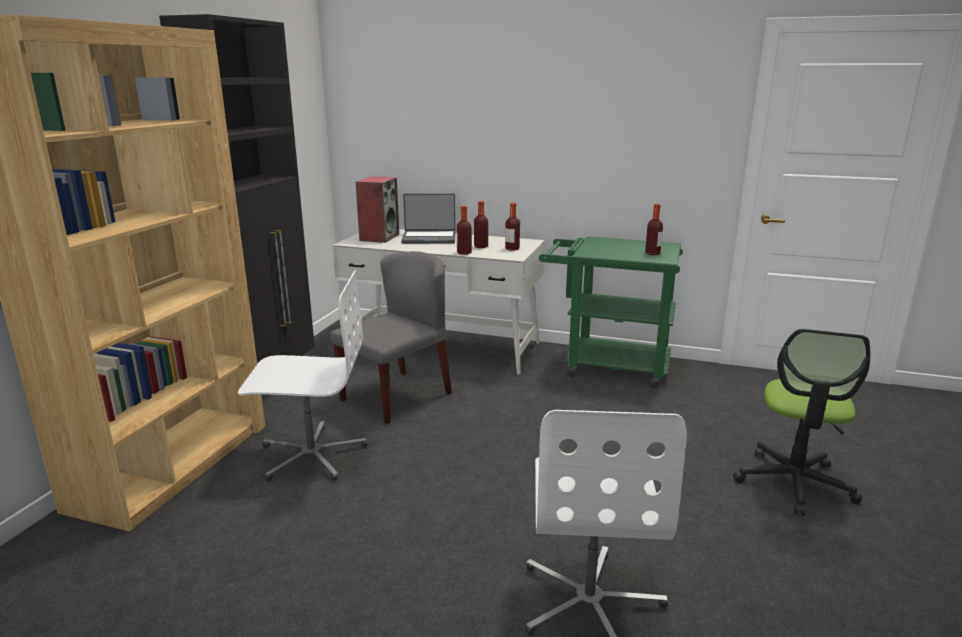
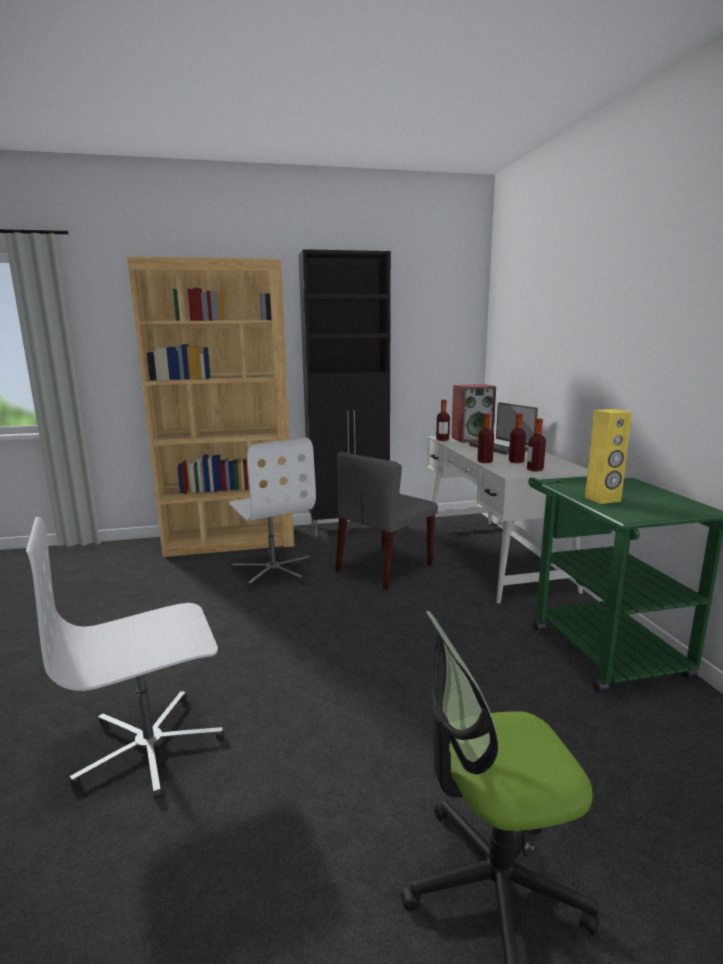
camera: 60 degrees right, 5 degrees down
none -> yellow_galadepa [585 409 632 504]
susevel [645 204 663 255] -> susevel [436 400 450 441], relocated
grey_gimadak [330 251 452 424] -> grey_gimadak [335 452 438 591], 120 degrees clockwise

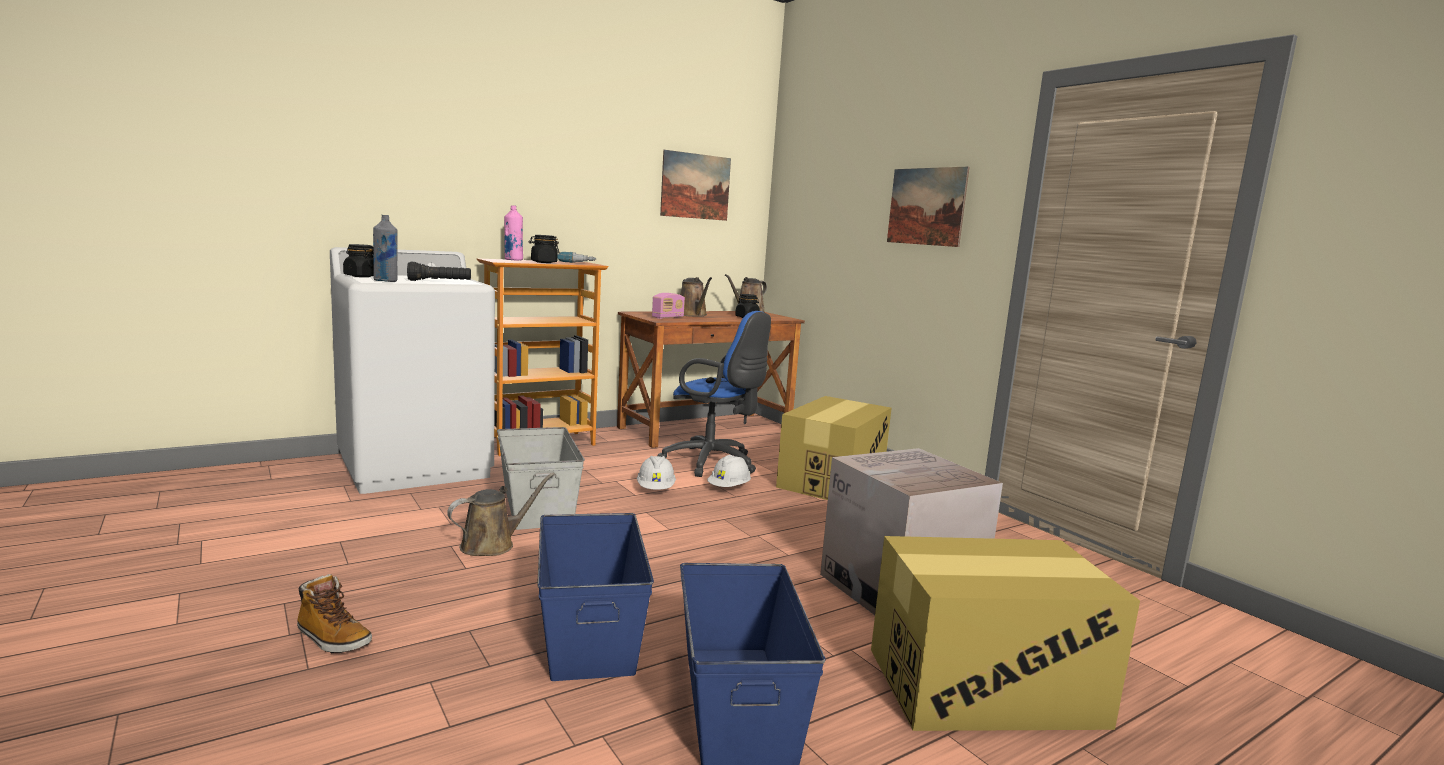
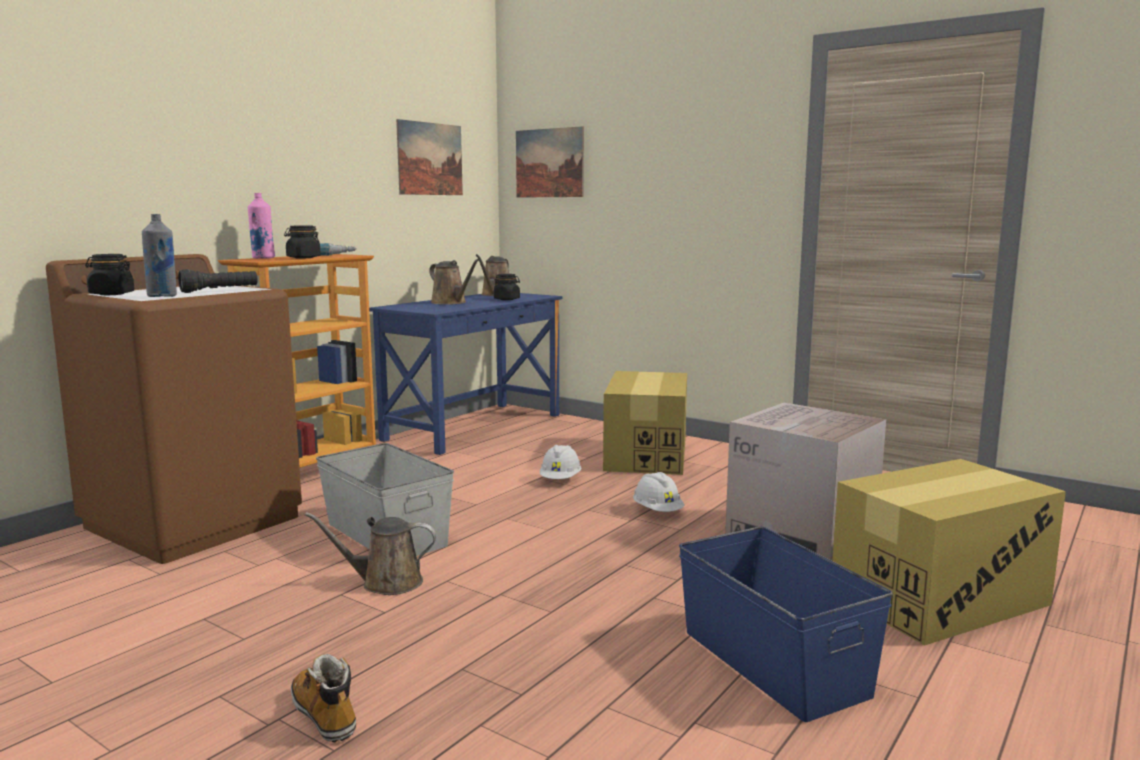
camera: 20 degrees left, 0 degrees up
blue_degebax [537 513 654 681] -> none
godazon [652 293 685 319] -> none
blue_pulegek [657 311 771 477] -> none
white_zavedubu [637 456 676 490] -> white_zavedubu [633 472 685 512], relocated
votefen [887 167 970 247] -> votefen [516 126 584 198], relocated
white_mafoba [330 247 495 494] -> brown_mafoba [46 254 302 564]
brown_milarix [617 311 805 448] -> blue_milarix [369 293 562 455]
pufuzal [297 574 372 654] -> pufuzal [291 653 356 743], 135 degrees counterclockwise
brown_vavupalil [447 472 555 556] -> brown_vavupalil [305 512 436 595], 120 degrees counterclockwise

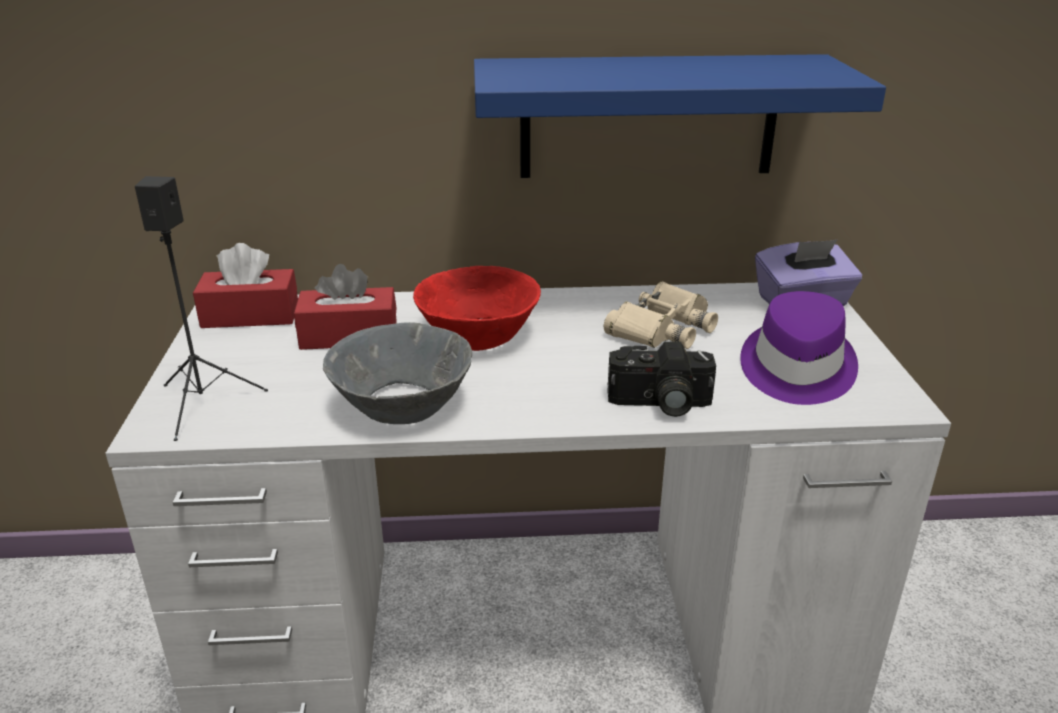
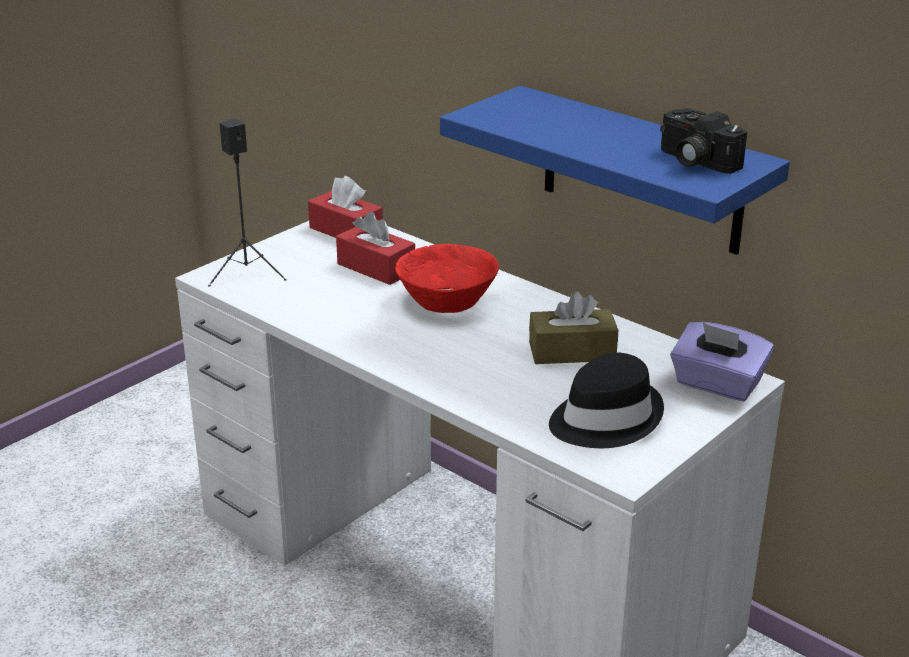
camera: 45 degrees right, 0 degrees up
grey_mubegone [323 322 472 424] -> none
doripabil [607 341 716 417] -> doripabil [660 108 747 174], relocated
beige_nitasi [604 281 718 349] -> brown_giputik [529 291 618 364]
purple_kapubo [740 291 858 405] -> black_kapubo [549 352 664 448]

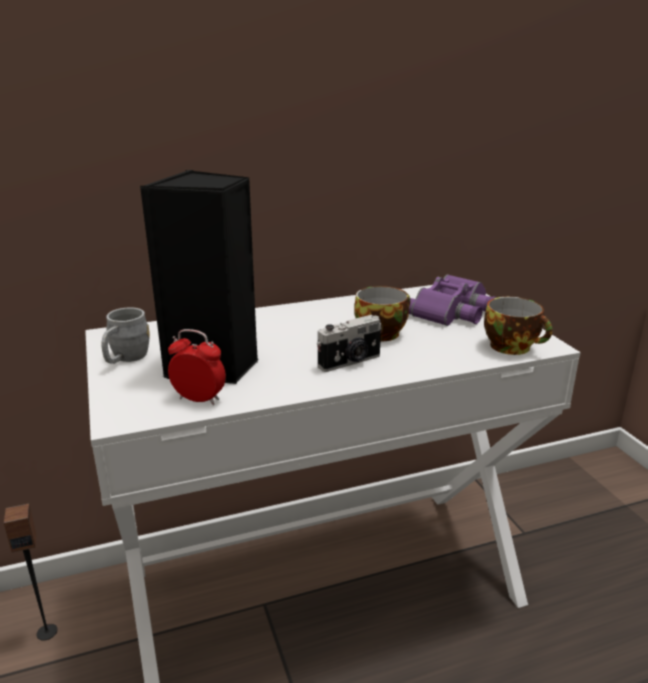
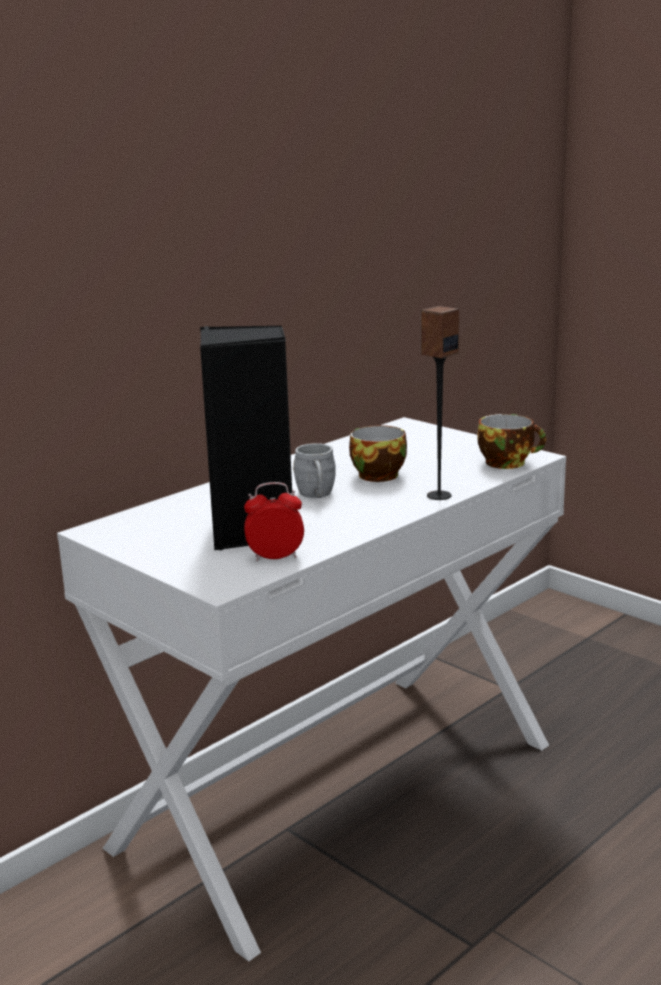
camera: 25 degrees left, 5 degrees down
doripabil [317 315 382 372] -> none
purple_nitasi [409 274 496 326] -> none
galadepa [4 504 58 641] -> galadepa [421 306 459 500], relocated
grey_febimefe [102 307 150 364] -> grey_febimefe [293 443 336 498], relocated

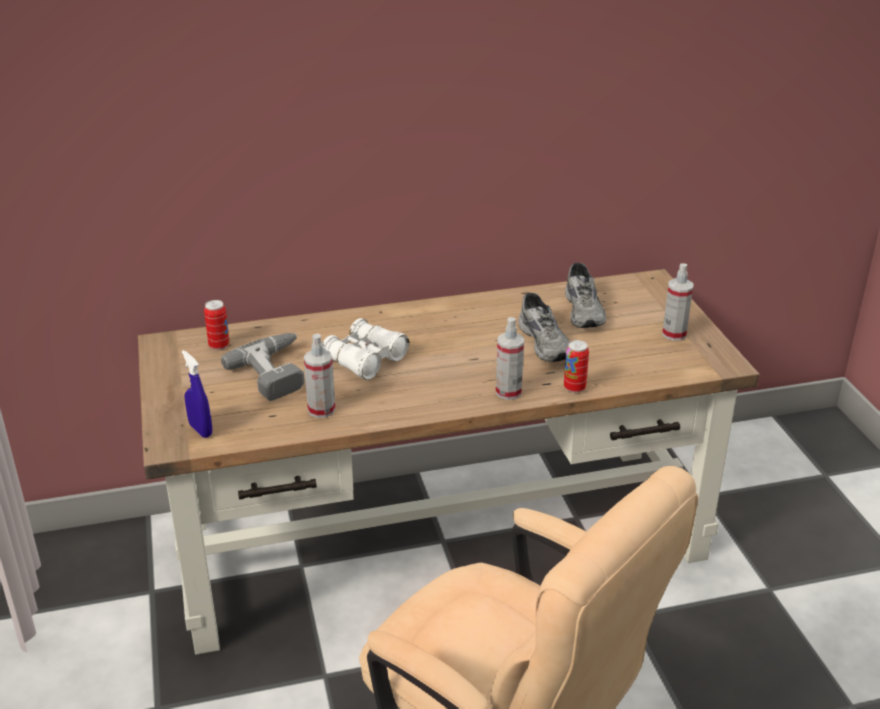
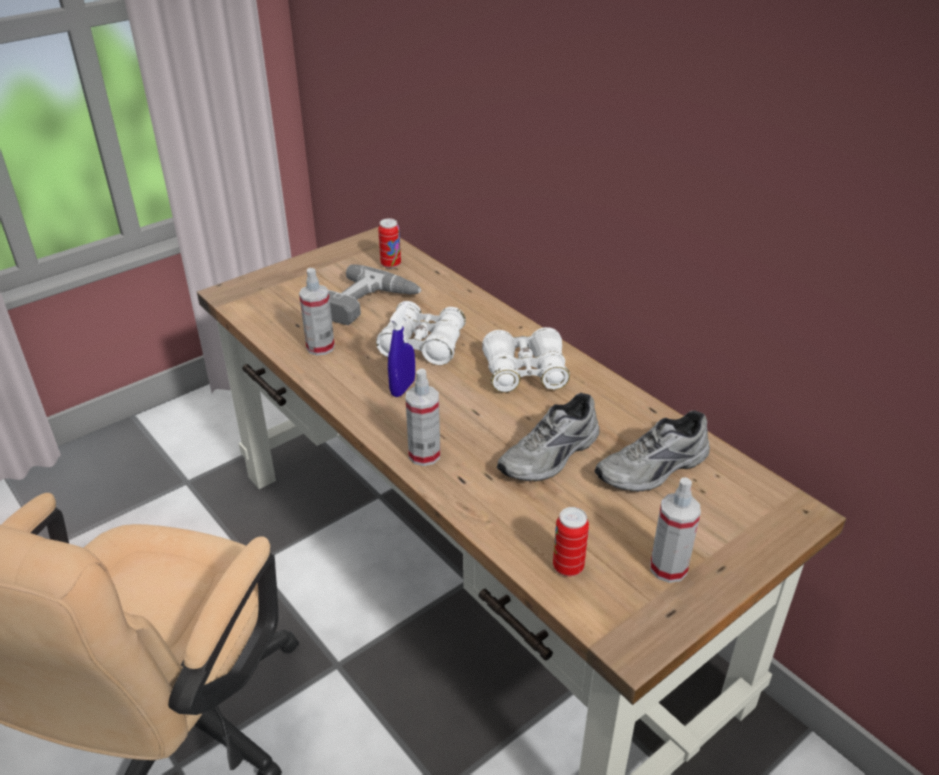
camera: 65 degrees right, 5 degrees up
none -> white_nitasi [482 327 570 393]
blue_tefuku [182 350 212 438] -> blue_tefuku [388 302 415 397], relocated
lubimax [564 340 589 393] -> lubimax [553 507 589 576], relocated

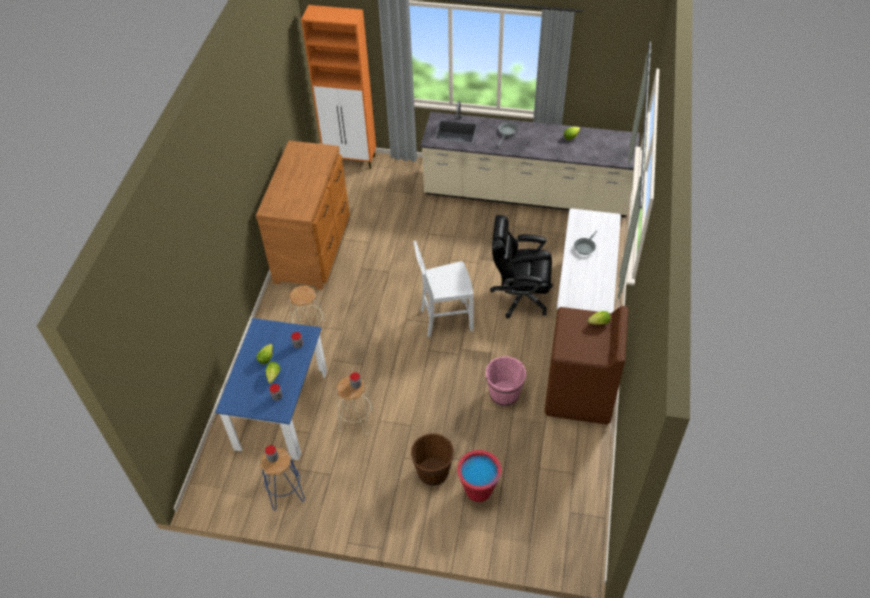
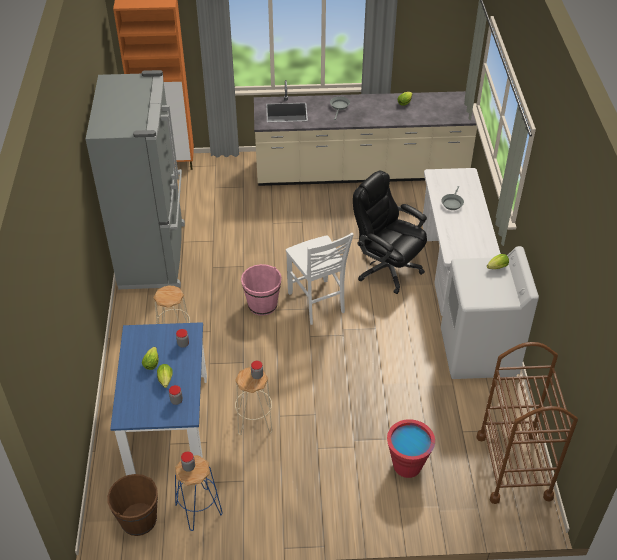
camera: 15 degrees left, 5 degrees down
none -> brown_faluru [476 342 578 504]
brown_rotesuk [411 433 454 486] -> brown_rotesuk [107 474 158 536], relocated
pink_rotesuk [486 357 526 406] -> pink_rotesuk [241 264 282 316], relocated
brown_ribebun [256 141 350 290] -> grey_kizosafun [86 70 185 289]
brown_mafoba [544 306 628 425] -> white_mafoba [441 246 539 379]
white_gimadak [413 241 474 337] -> white_gimadak [286 233 354 325], 90 degrees counterclockwise
black_pulegek [490 215 553 318] -> black_pulegek [353 170 427 294], 45 degrees clockwise

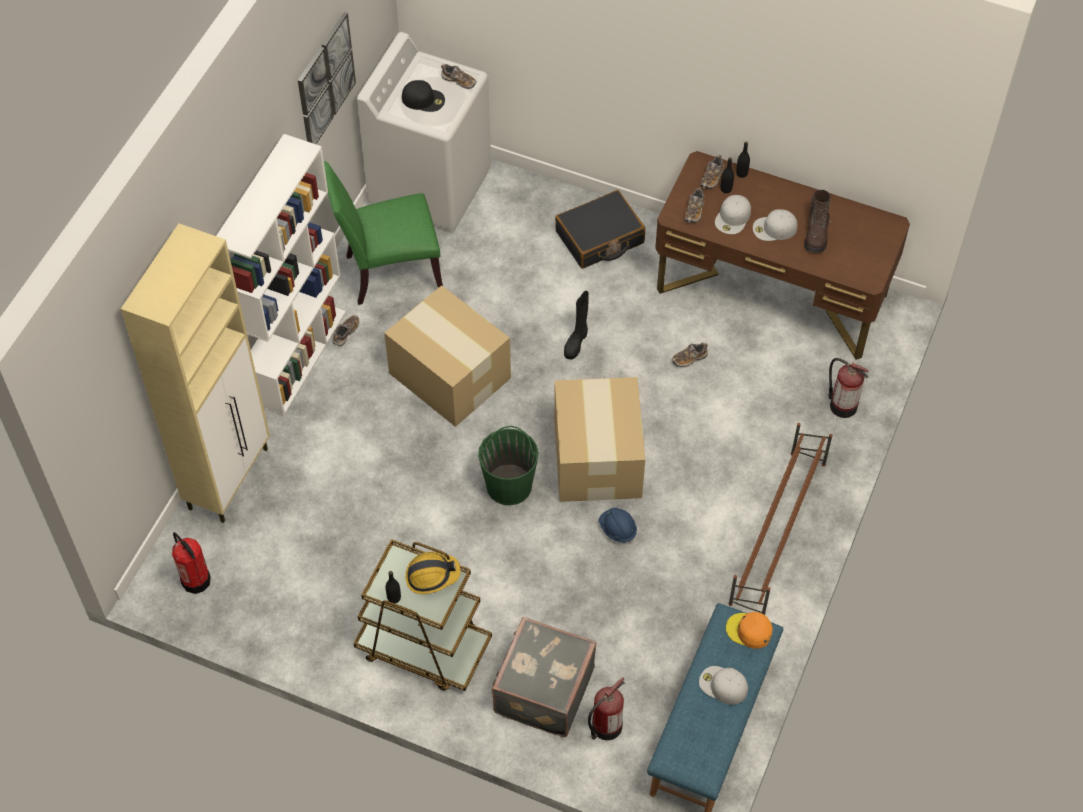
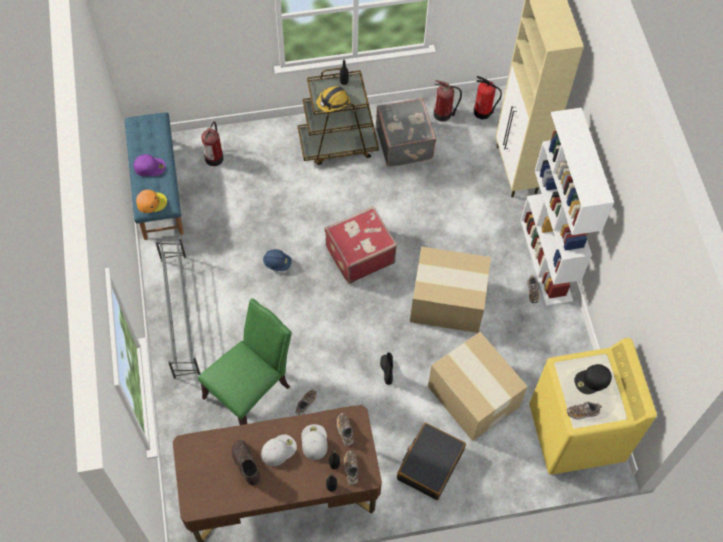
camera: 145 degrees right, 5 degrees up
votefen [298 12 356 144] -> none
green_gimadak [324 161 443 305] -> green_gimadak [198 298 292 425], relocated
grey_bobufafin [492 617 596 737] -> grey_bobufafin [376 98 436 167], relocated
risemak [554 377 645 502] -> risemak [428 332 528 441], relocated
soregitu [828 358 869 418] -> soregitu [434 80 462 121], relocated
green_rotesuk [478 426 539 505] -> red_bobufafin [325 206 397 284]
white_mafoba [357 32 491 233] -> yellow_mafoba [529 338 657 475]
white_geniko [699 666 748 705] -> purple_geniko [134 154 166 176]
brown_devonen [729 423 833 615] -> grey_devonen [155 237 201 379]

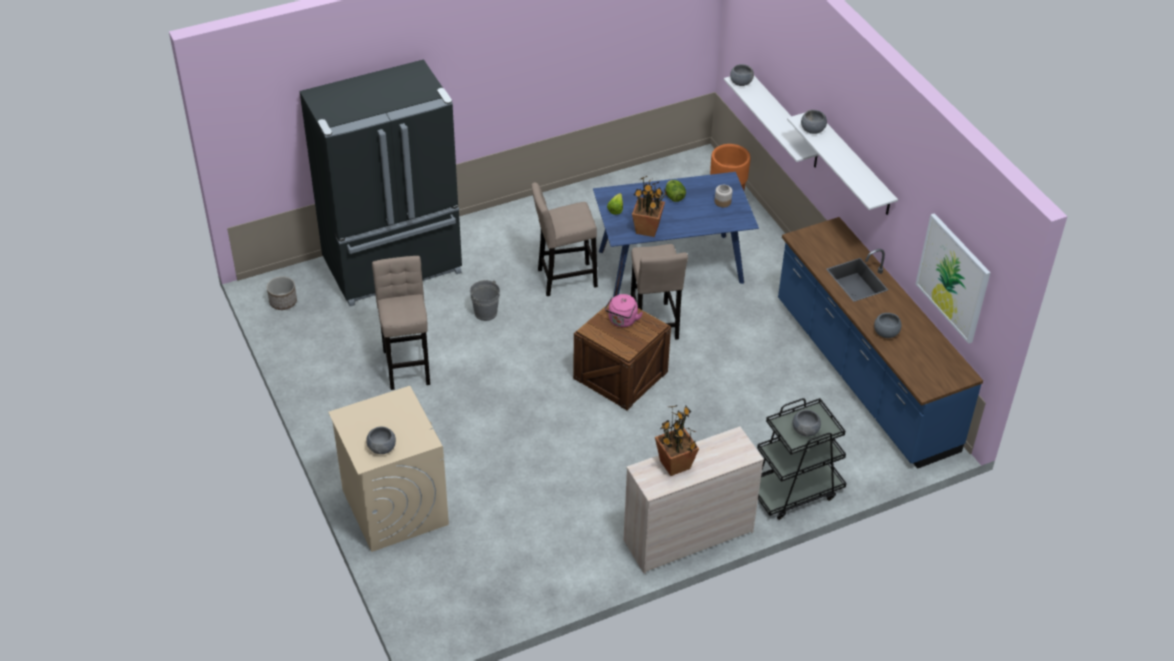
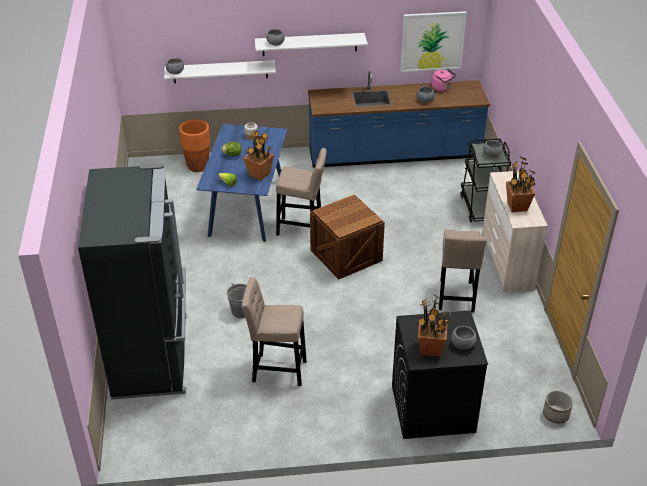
camera: 70 degrees left, 5 degrees down
none -> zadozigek [417 295 450 357]
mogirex [267 276 297 310] -> mogirex [543 390 573 423], relocated
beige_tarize [531 183 598 296] -> beige_tarize [439 230 487 312], relocated
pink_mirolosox [605 294 643 327] -> pink_mirolosox [431 69 456 92], relocated
beige_mafoba [328 386 449 552] -> black_mafoba [392 310 488 439]

